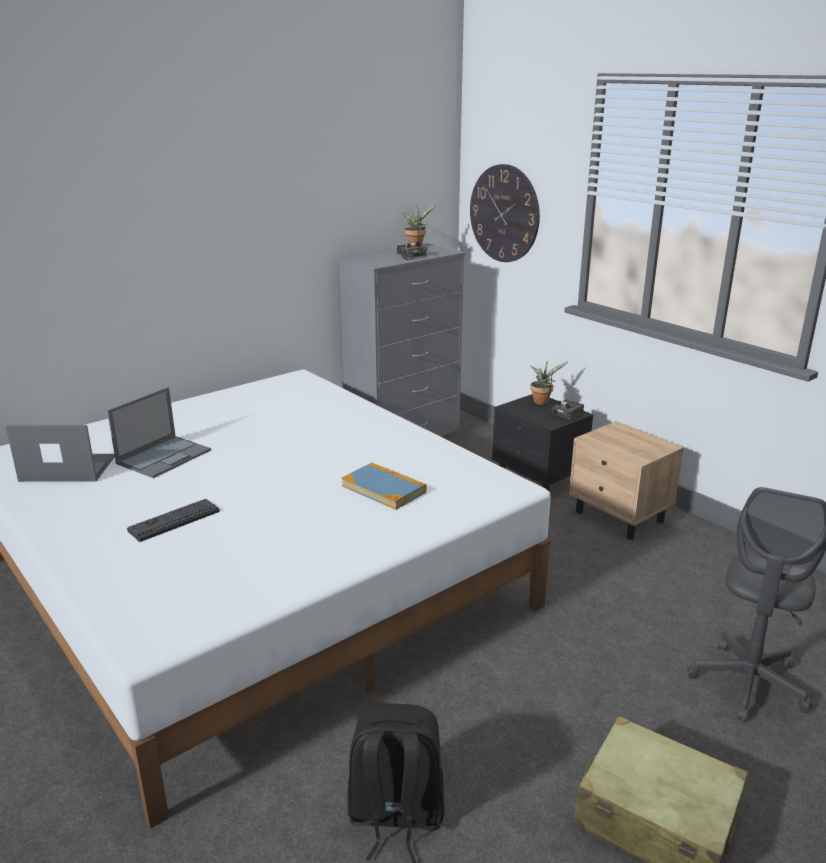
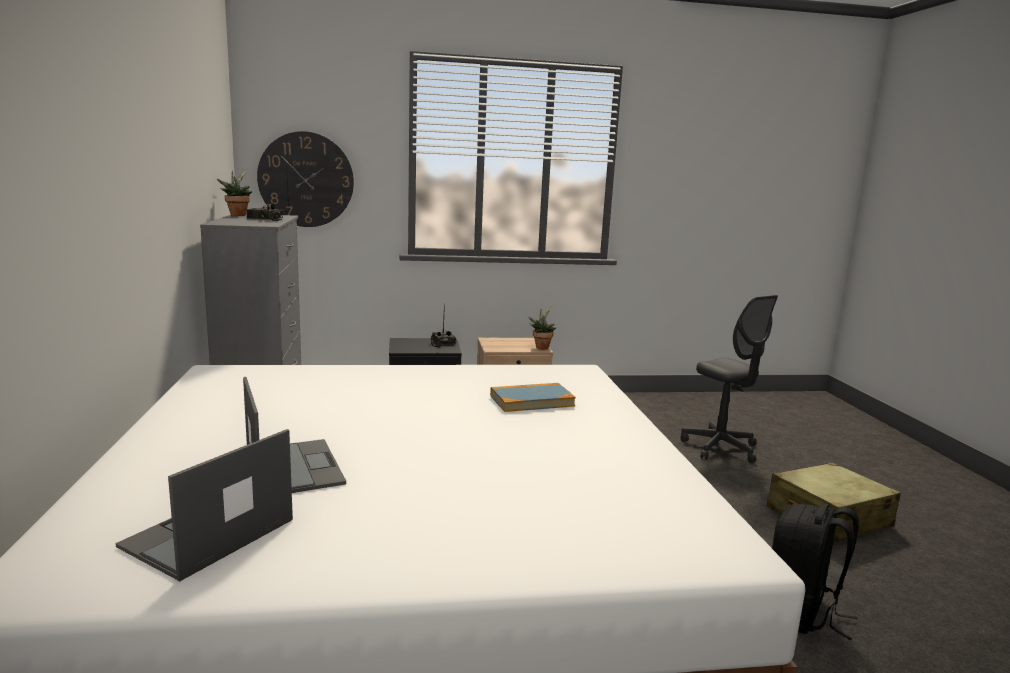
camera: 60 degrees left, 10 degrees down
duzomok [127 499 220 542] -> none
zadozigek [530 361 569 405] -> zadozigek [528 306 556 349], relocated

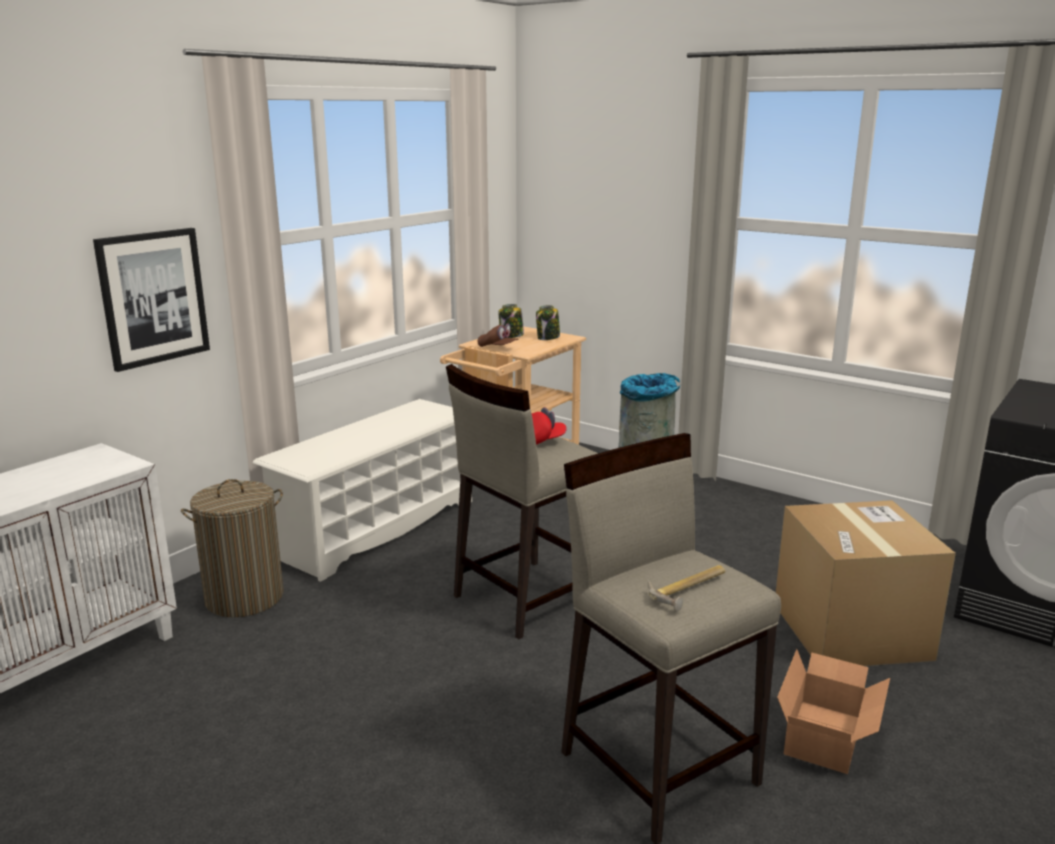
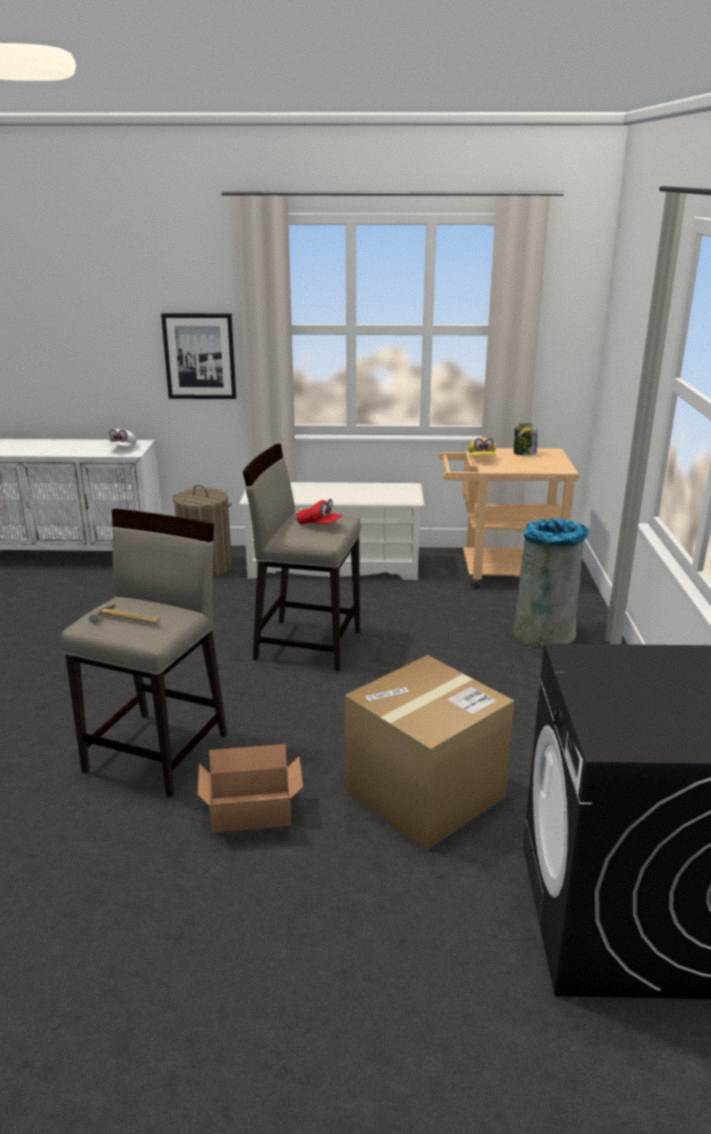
camera: 55 degrees right, 5 degrees up
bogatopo [536 305 560 340] -> none
none -> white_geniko [107 429 137 446]
brown_geniko [478 323 519 347] -> yellow_geniko [468 438 496 456]

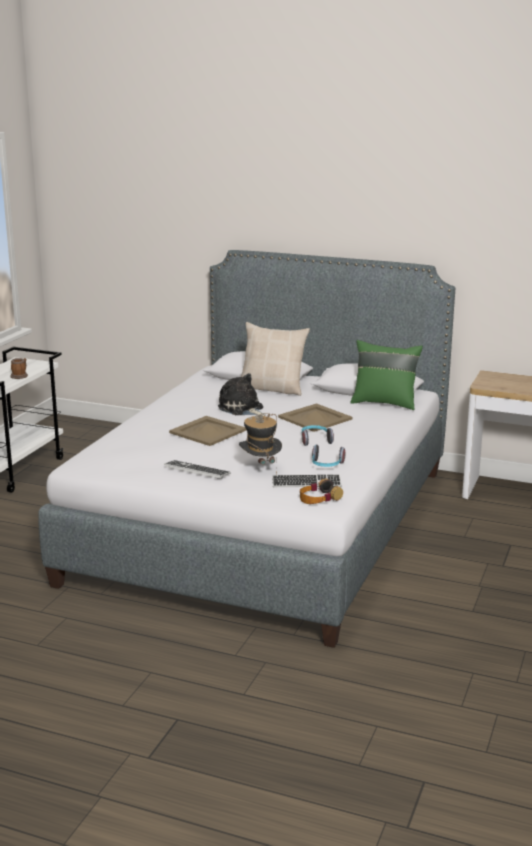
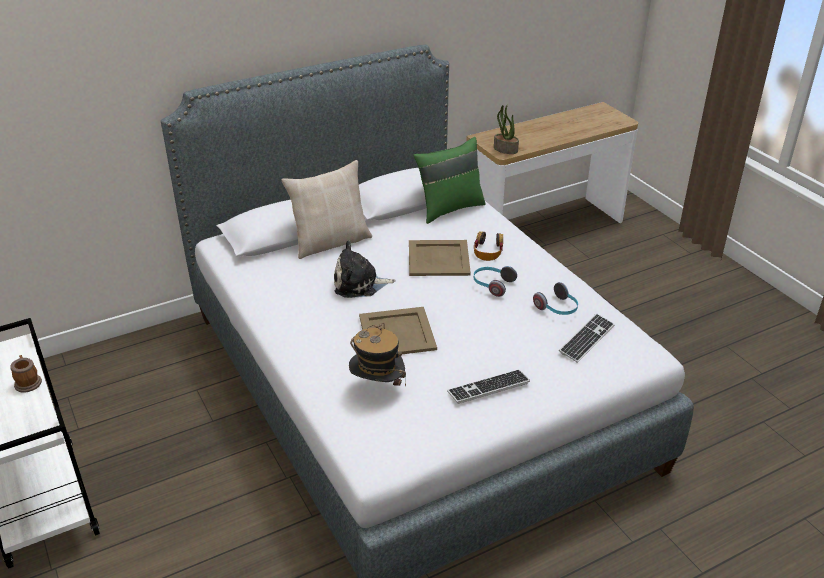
camera: 50 degrees left, 15 degrees up
none -> zadozigek [494 105 519 154]
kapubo [239 413 282 474] -> kapubo [349 323 406 387], relocated
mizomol [300 479 343 504] -> mizomol [473 231 503 261], relocated

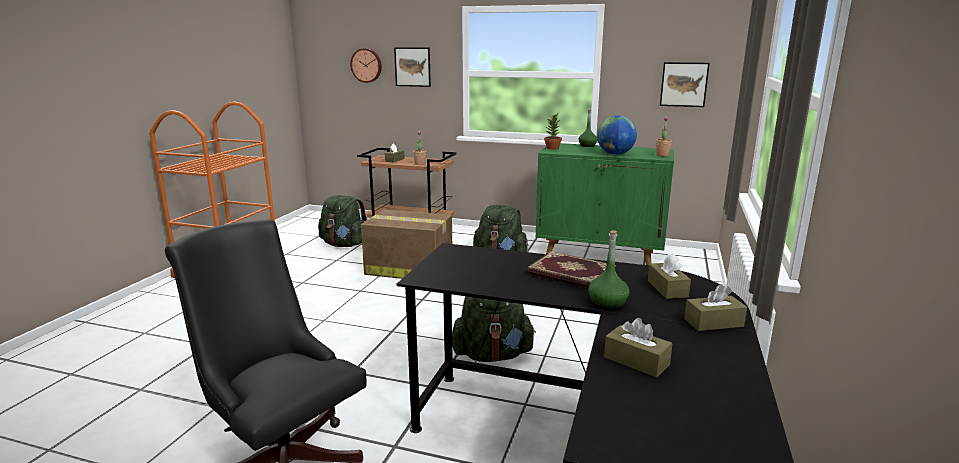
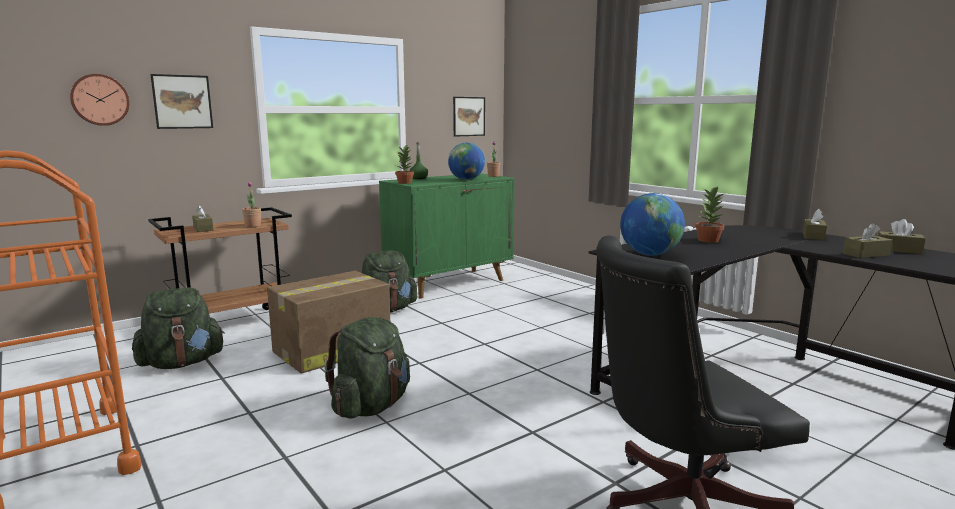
camera: 55 degrees left, 5 degrees down
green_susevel [588 230 629 310] -> none
none -> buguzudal [620 193 685 256]
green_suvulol [452 296 536 362] -> green_suvulol [324 317 410 419], relocated
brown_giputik [648 253 691 299] -> brown_giputik [878 219 926 254], relocated
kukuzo [527 251 617 289] -> zadozigek [695 186 724 243]

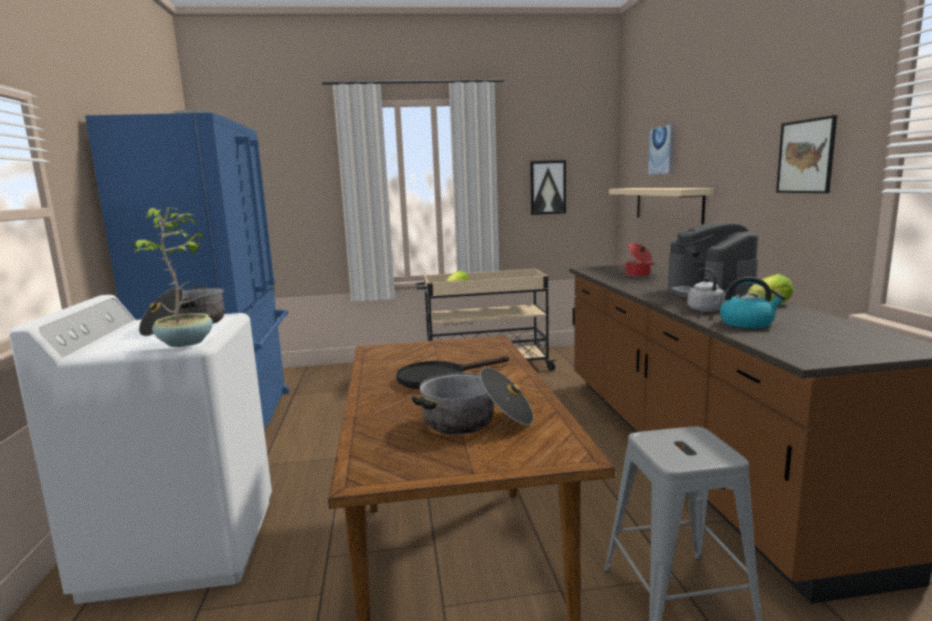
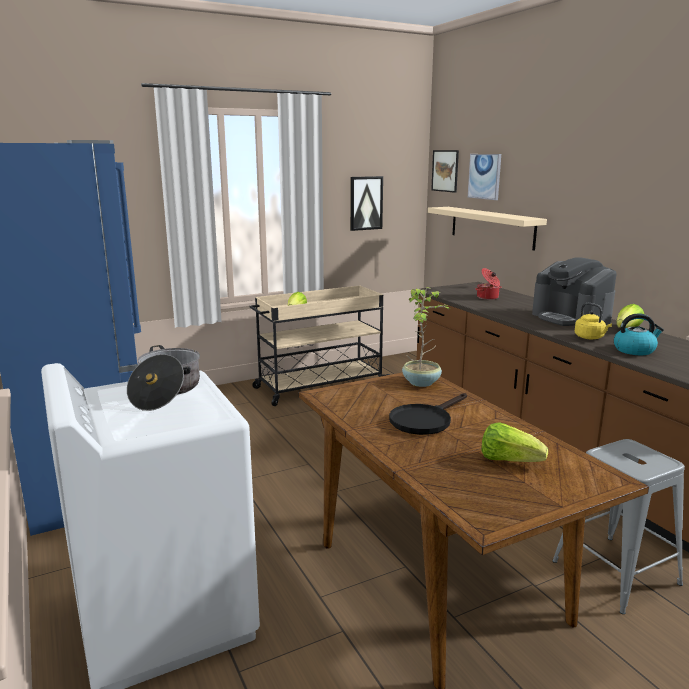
camera: 20 degrees left, 5 degrees up
zadozigek [131 207 213 347] -> zadozigek [402 287 450 387], relocated
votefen [776 115 837 193] -> votefen [431 150 459 193], relocated
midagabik [412 367 534 435] -> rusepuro [481 422 548 462]
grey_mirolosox [687 268 726 312] -> yellow_mirolosox [574 303 612 339]

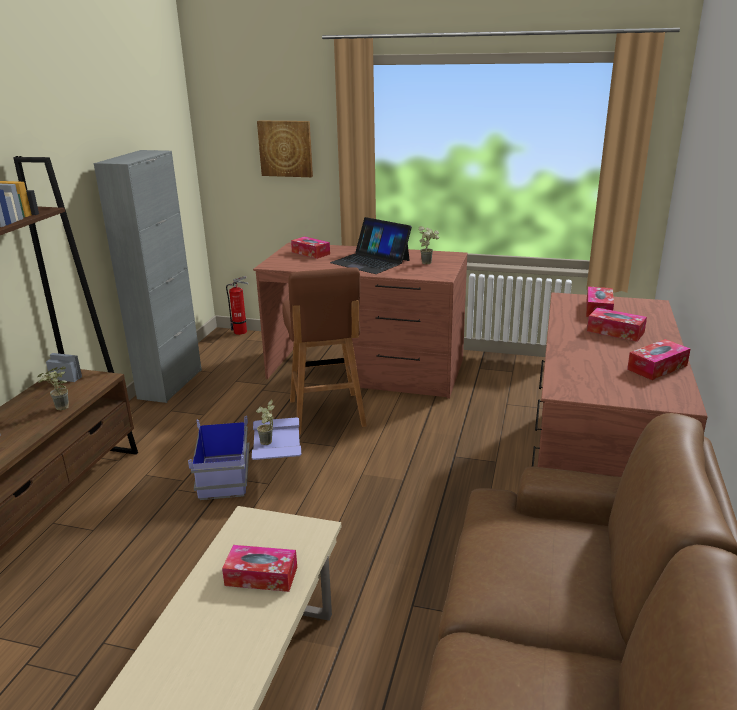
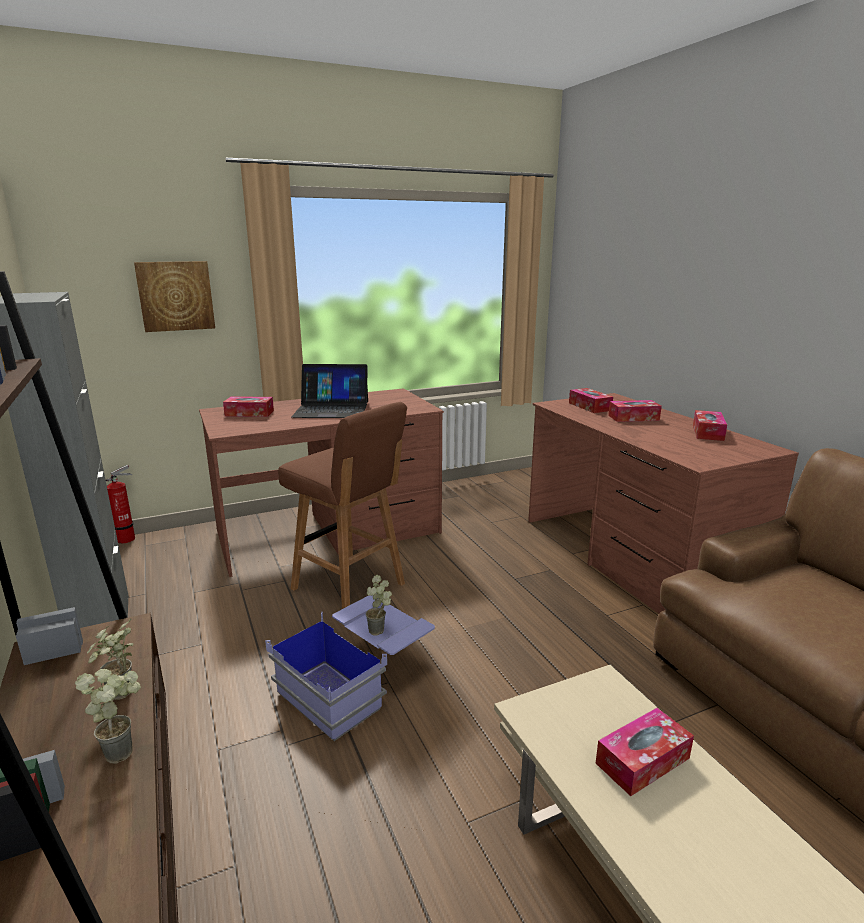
camera: 40 degrees left, 5 degrees down
zadozigek [418 226 439 264] -> zadozigek [75 669 141 764], relocated

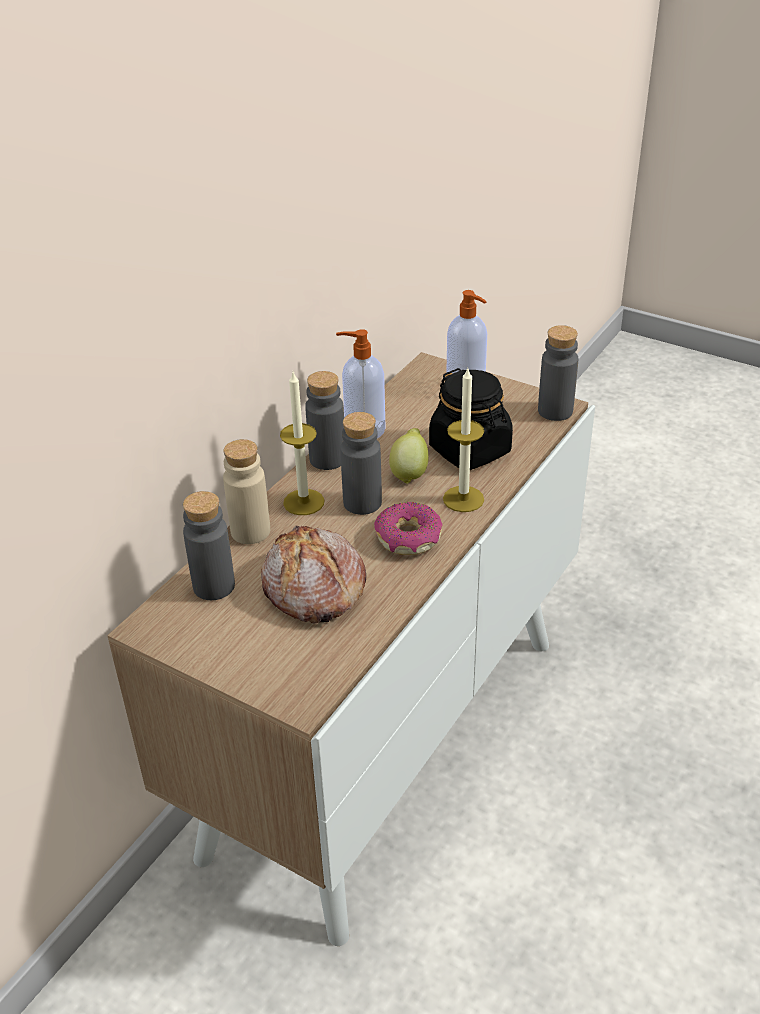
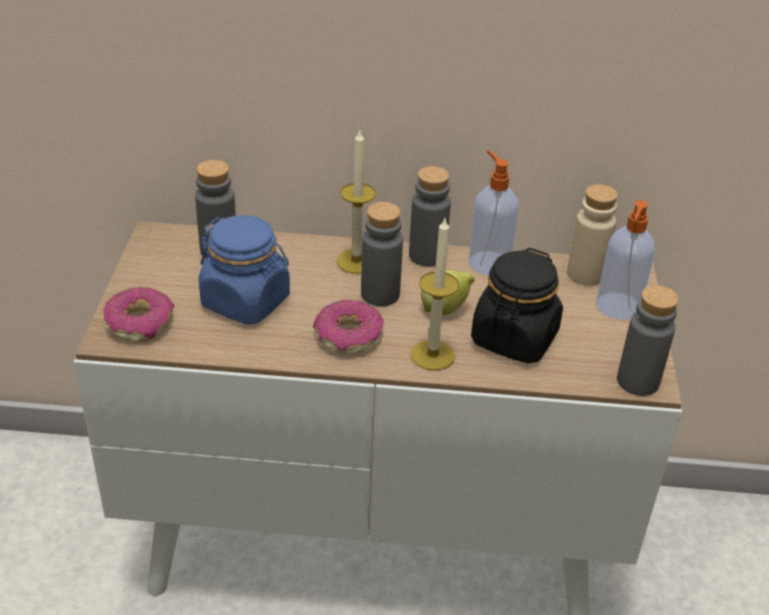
camera: 60 degrees right, 0 degrees up
none -> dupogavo [103 287 174 342]
beige_susevel [223 439 270 544] -> beige_susevel [567 184 618 286], relocated
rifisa [261 525 366 624] -> blue_bogatopo [199 215 290 325]

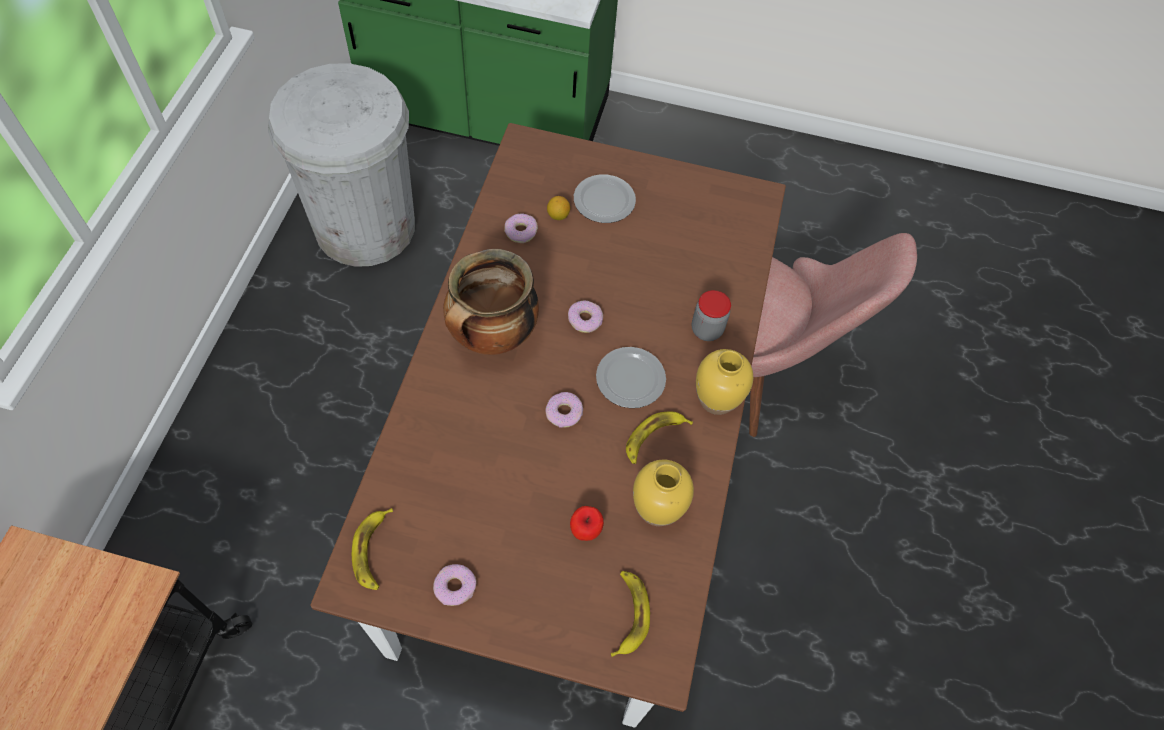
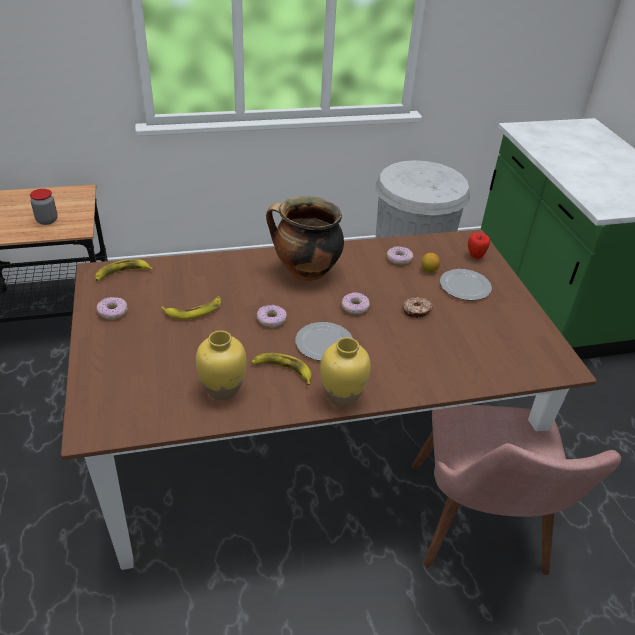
camera: 65 degrees right, 20 degrees down
none -> dupogavo [402 297 433 318]
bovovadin [570 506 604 541] -> bovovadin [468 233 490 259], relocated
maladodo [611 571 650 657] -> maladodo [161 297 221 320], relocated
bogatopo [692 290 731 341] -> bogatopo [30 189 58 225], relocated

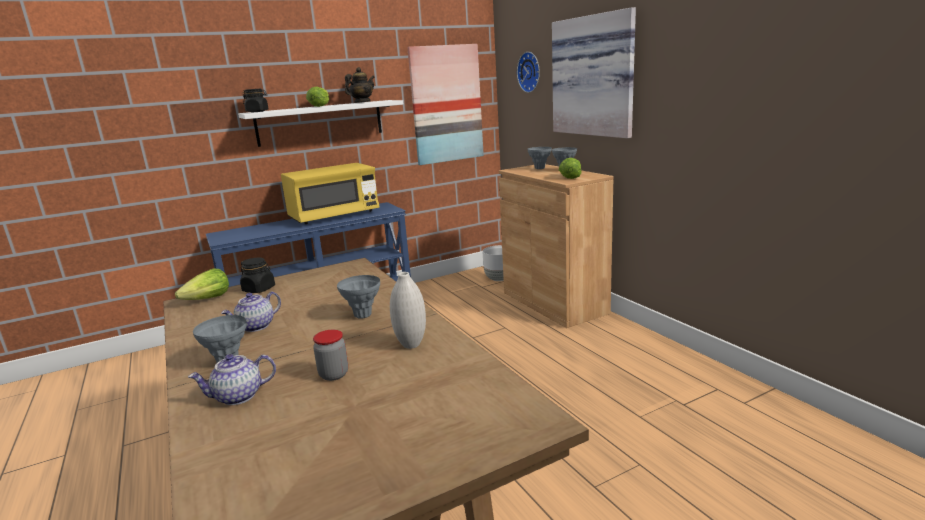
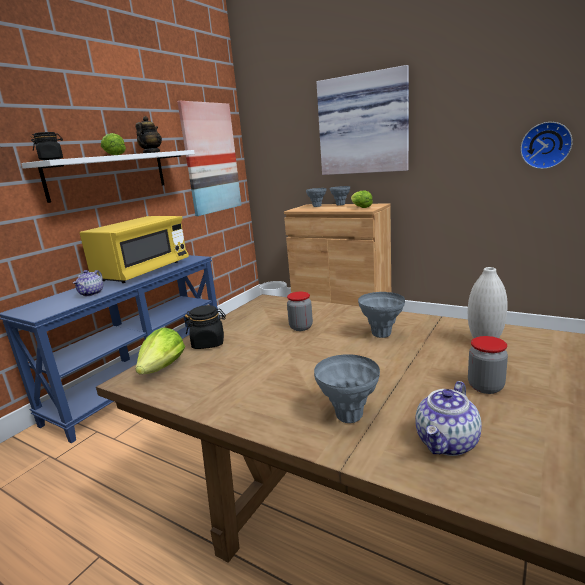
camera: 30 degrees left, 0 degrees up
none -> bogatopo [287 292 313 331]
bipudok [221 292 281 332] -> bipudok [73 270 103 296], relocated
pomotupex [517 52 540 93] -> pomotupex [520 122 573 169], relocated

